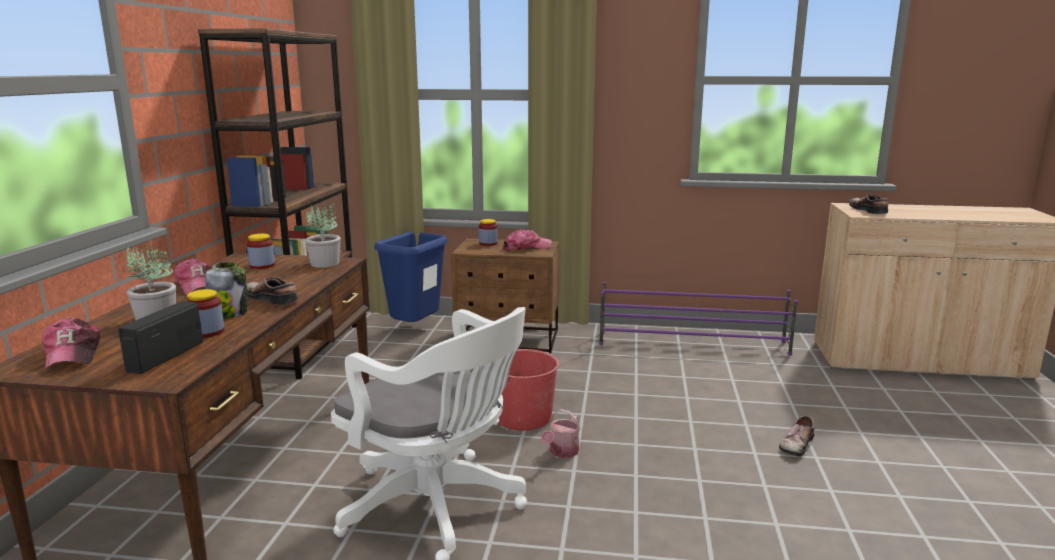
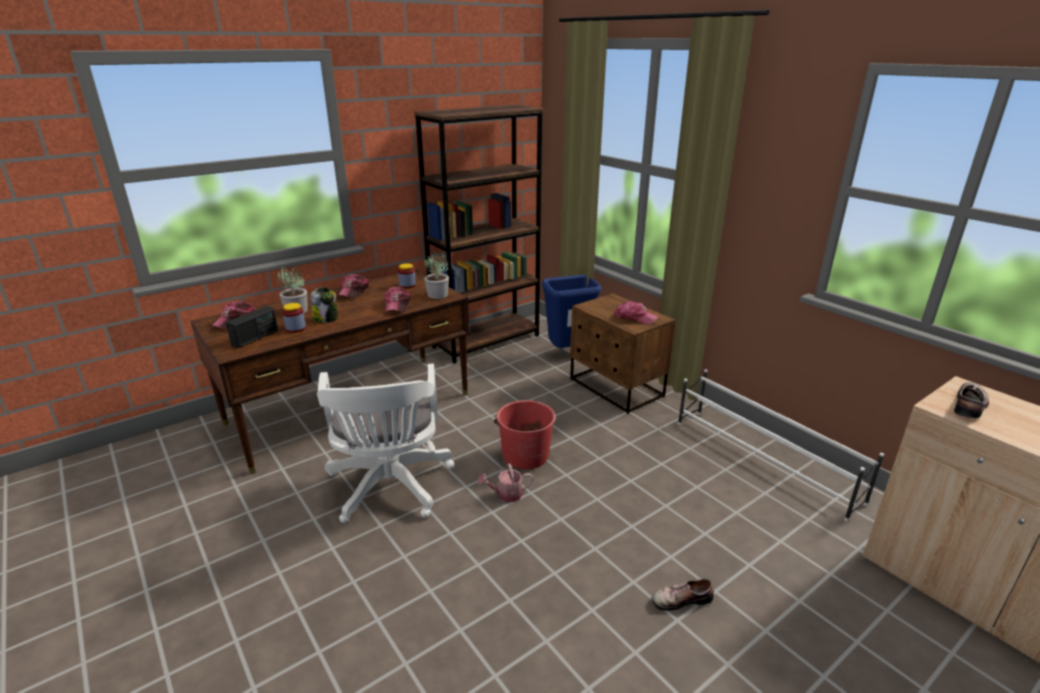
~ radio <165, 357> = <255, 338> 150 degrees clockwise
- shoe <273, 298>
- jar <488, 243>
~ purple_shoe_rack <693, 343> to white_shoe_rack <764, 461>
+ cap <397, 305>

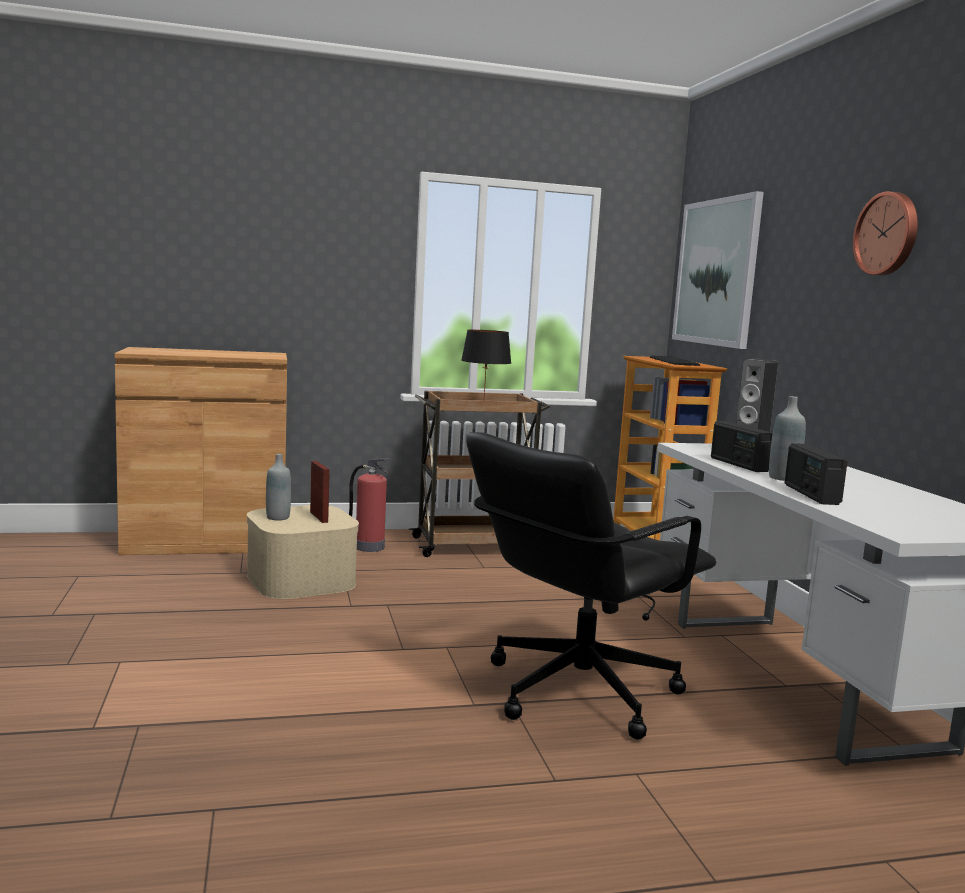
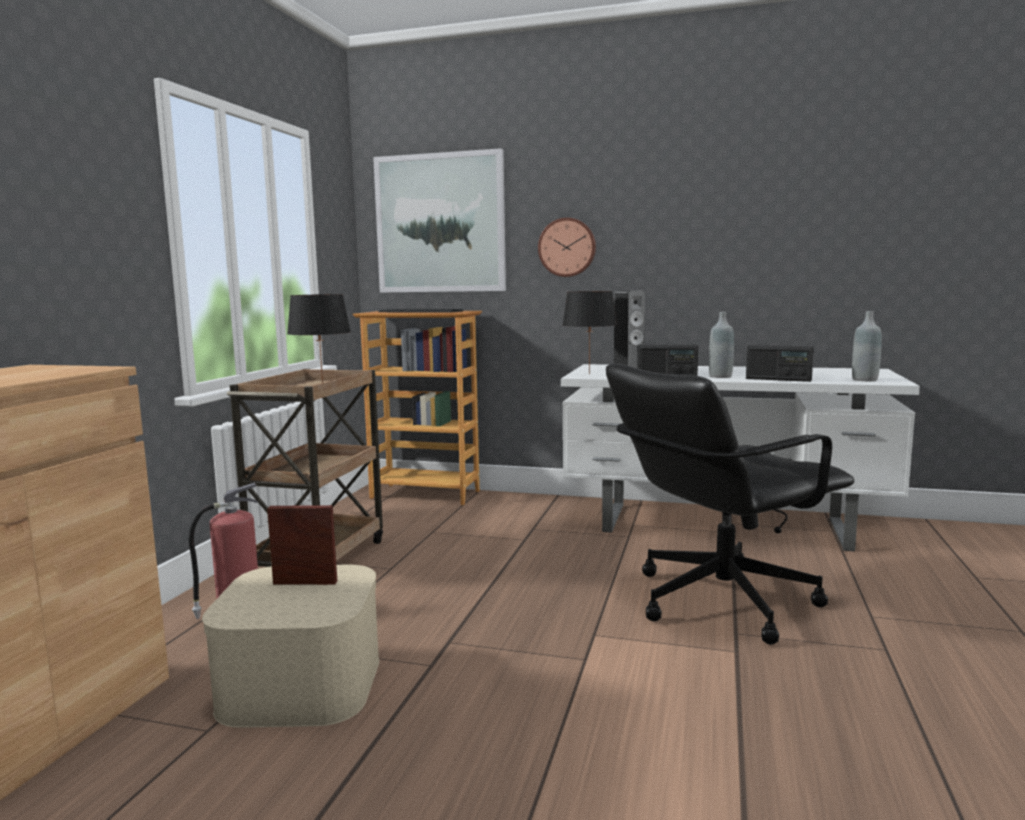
~ grey_bottle <278, 517> to <864, 380>
~ black_office_chair <577, 691> = <720, 600> 75 degrees clockwise
~ wall_clock <888, 234> to <567, 247>
+ black_table_lamp <589, 374>

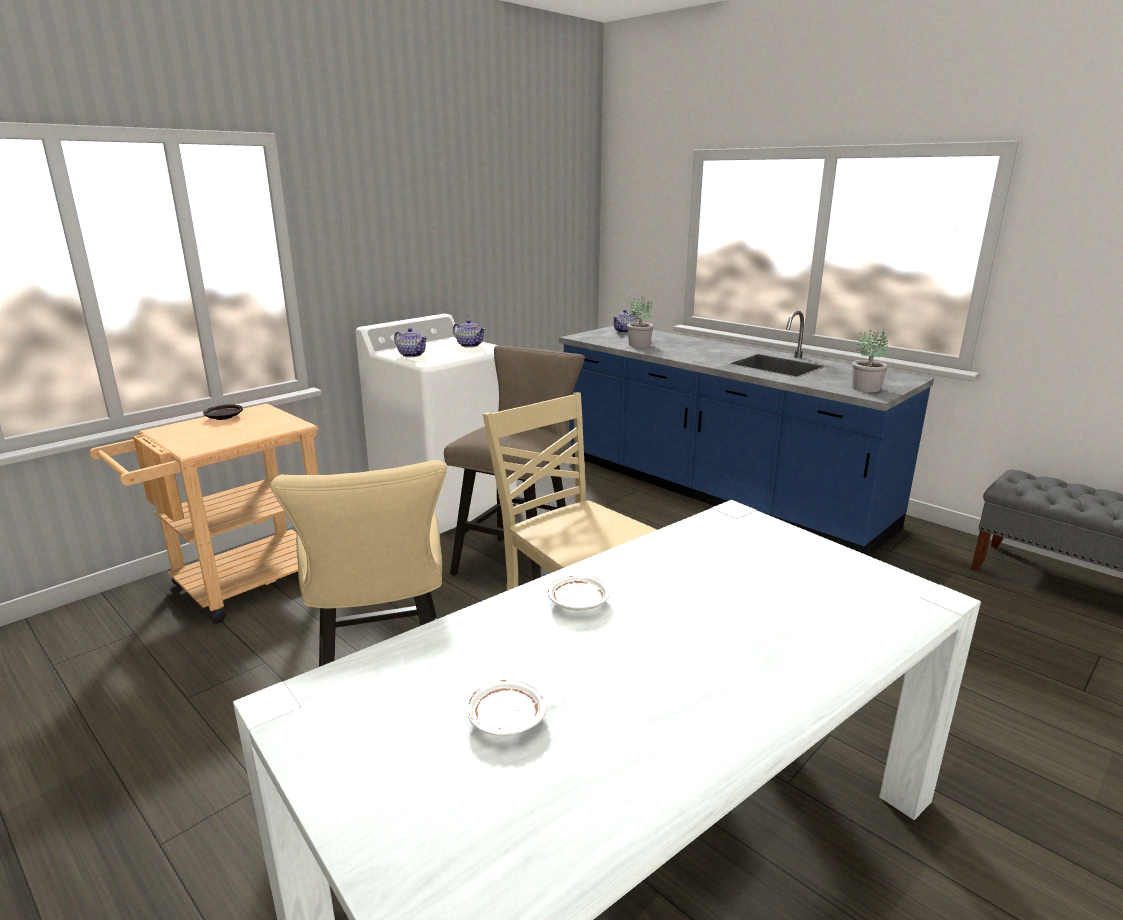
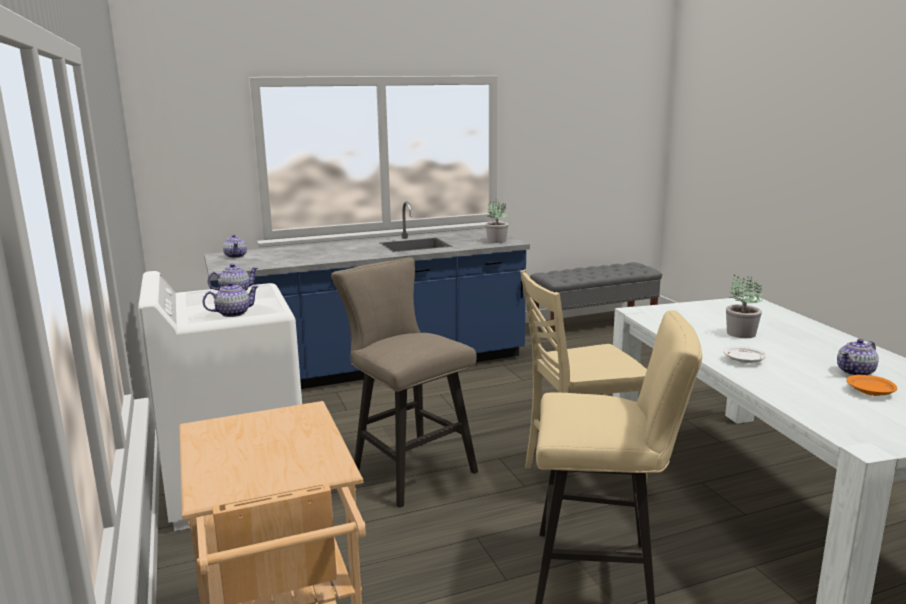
- black_plate <224, 417>
~ white_plate <505, 719> to orange_plate <870, 392>
~ potted_plant <639, 344> to <740, 333>
+ teapot <856, 372>

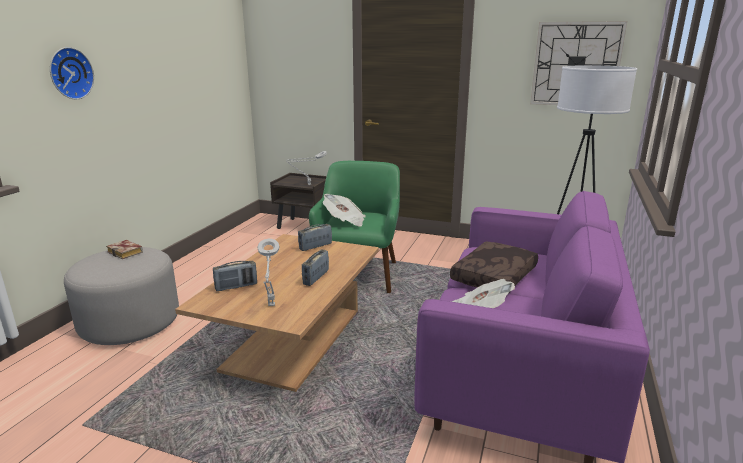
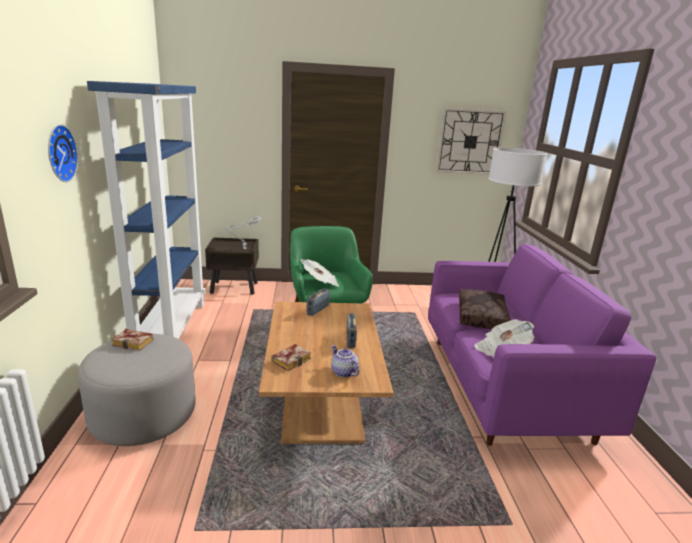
~ radio <236, 286> to book <291, 359>
~ grey_table_lamp <271, 306> to teapot <343, 372>
+ blue_bookcase <170, 328>

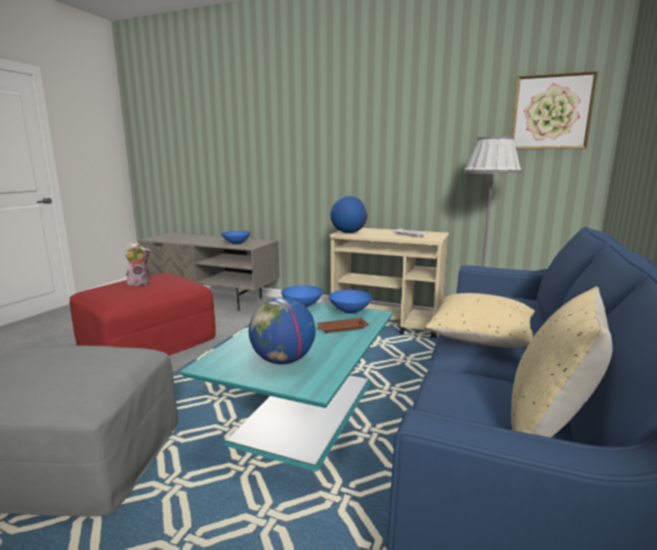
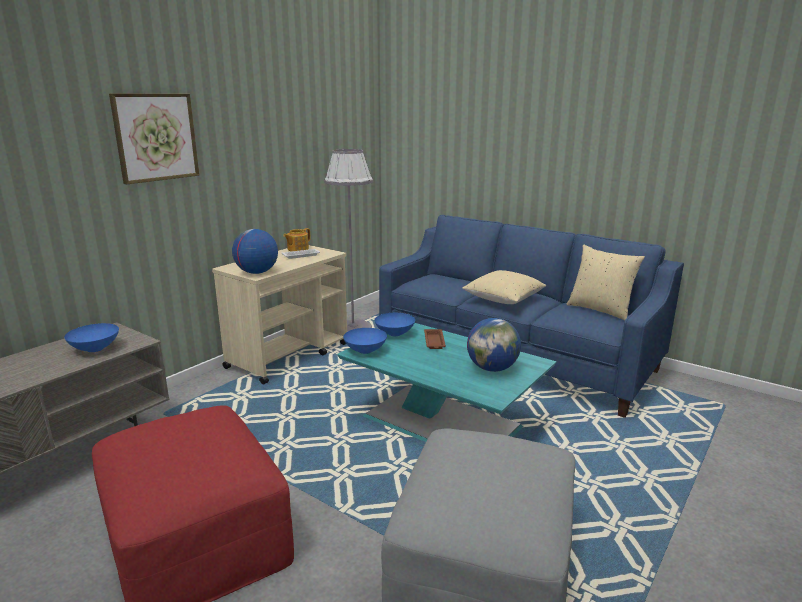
- plush_toy <139, 283>
~ picture <551, 112> to <156, 137>
+ teapot <297, 249>

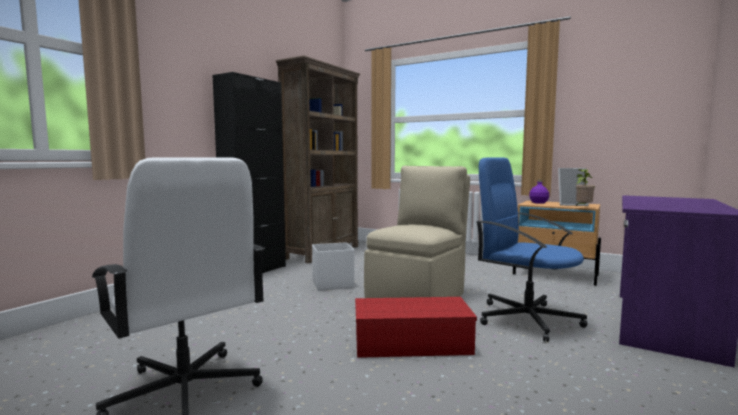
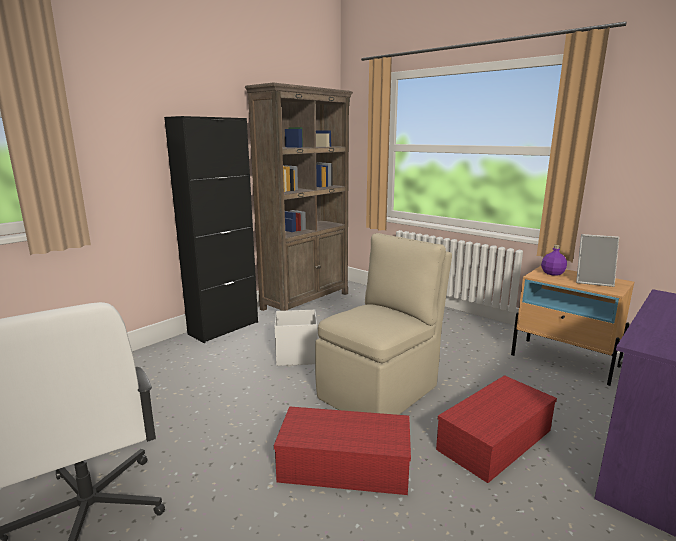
~ blue_office_chair <526, 318> to red_storage_box <494, 438>
- potted_plant <583, 207>

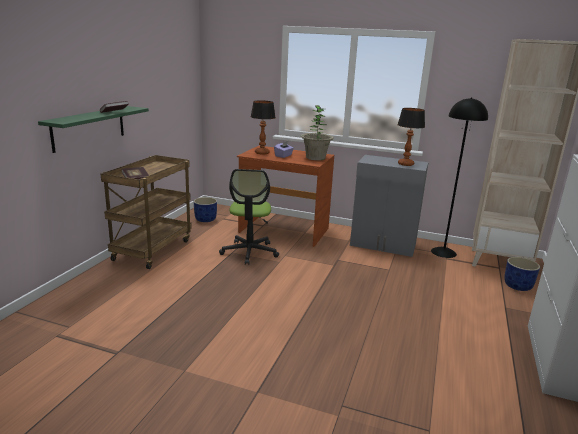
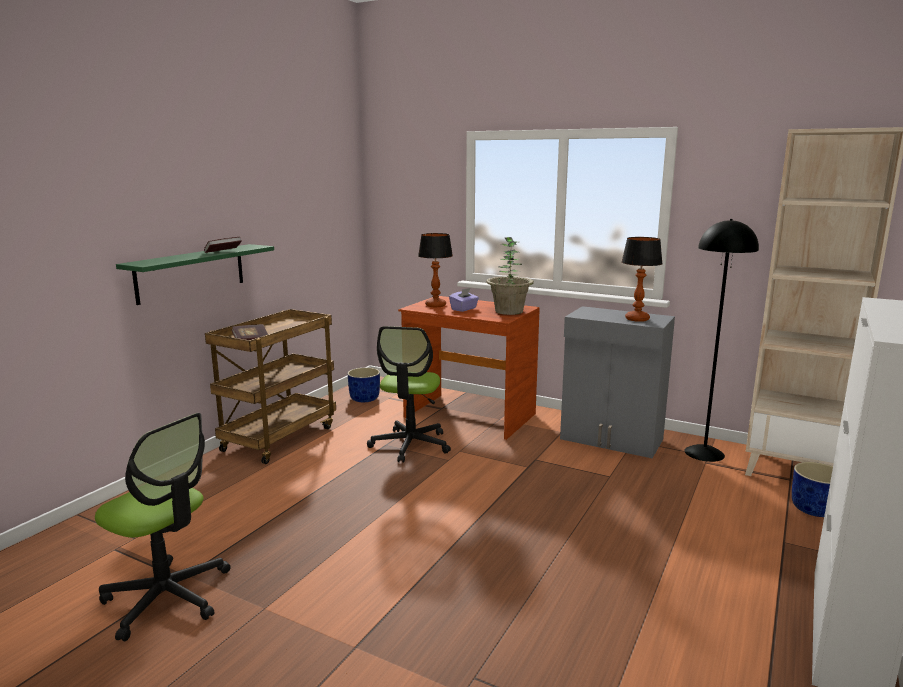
+ office_chair <167, 597>

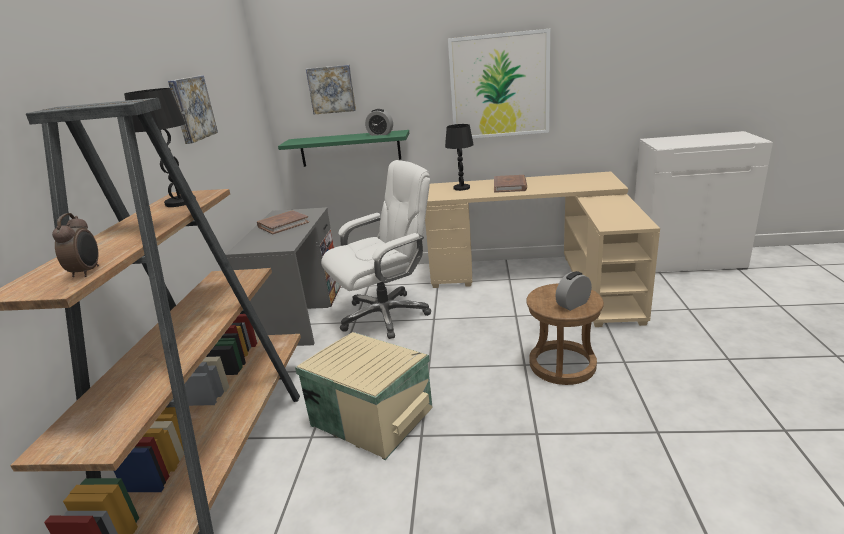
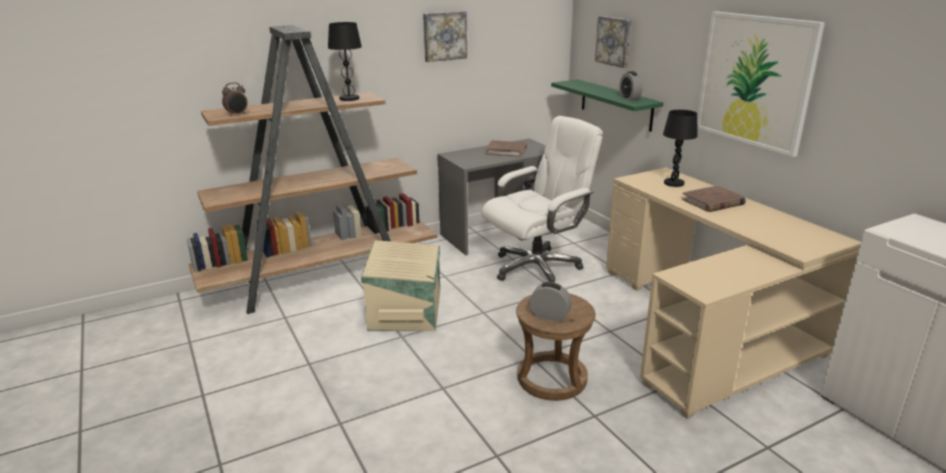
~ white_office_chair <385, 315> = <537, 267> 60 degrees counterclockwise

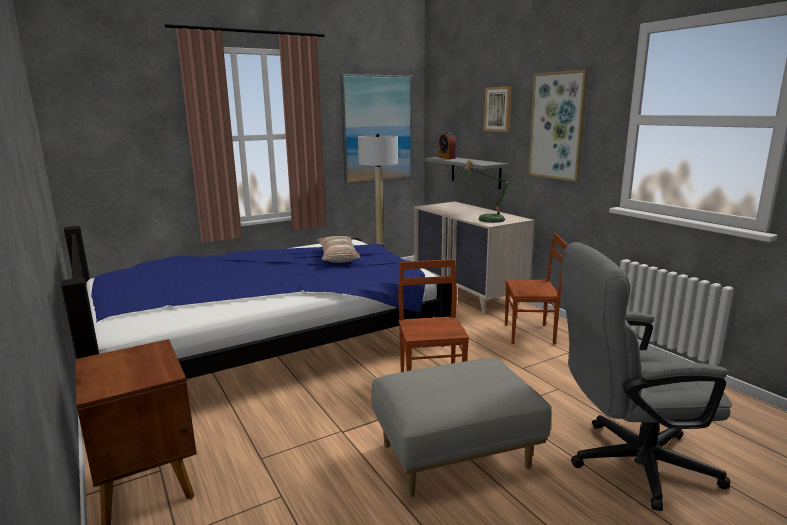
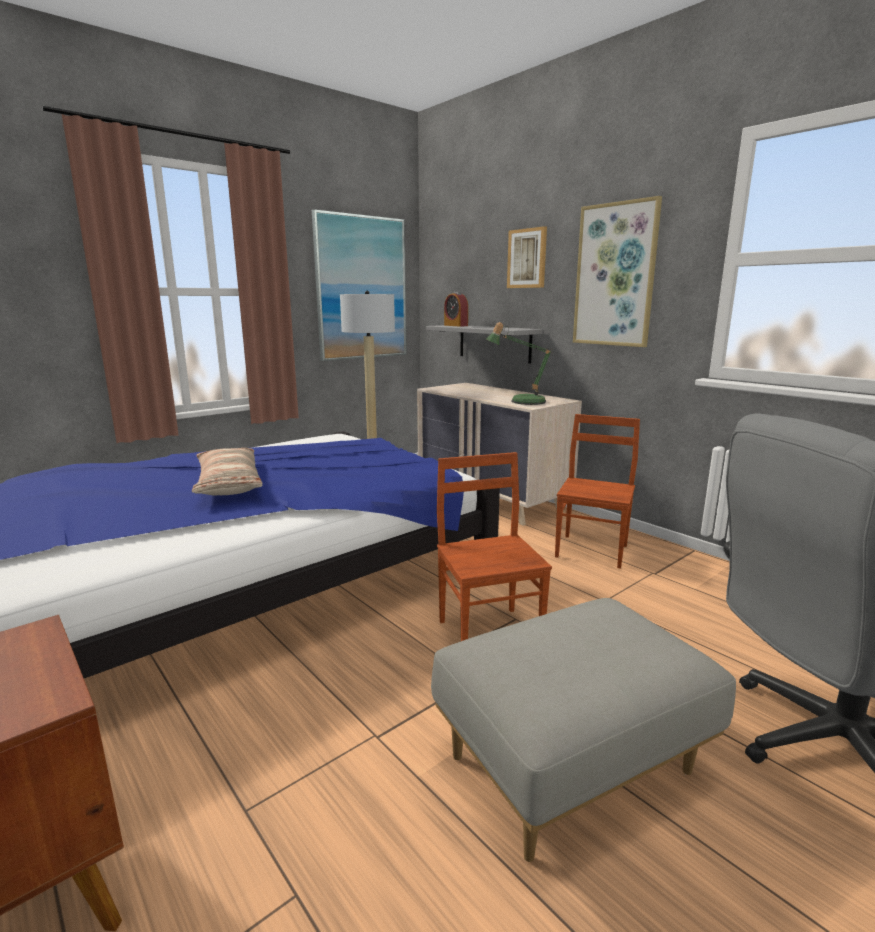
~ pillow <338, 257> to <228, 484>
~ brown_chair <530, 334> = <593, 551> 60 degrees counterclockwise

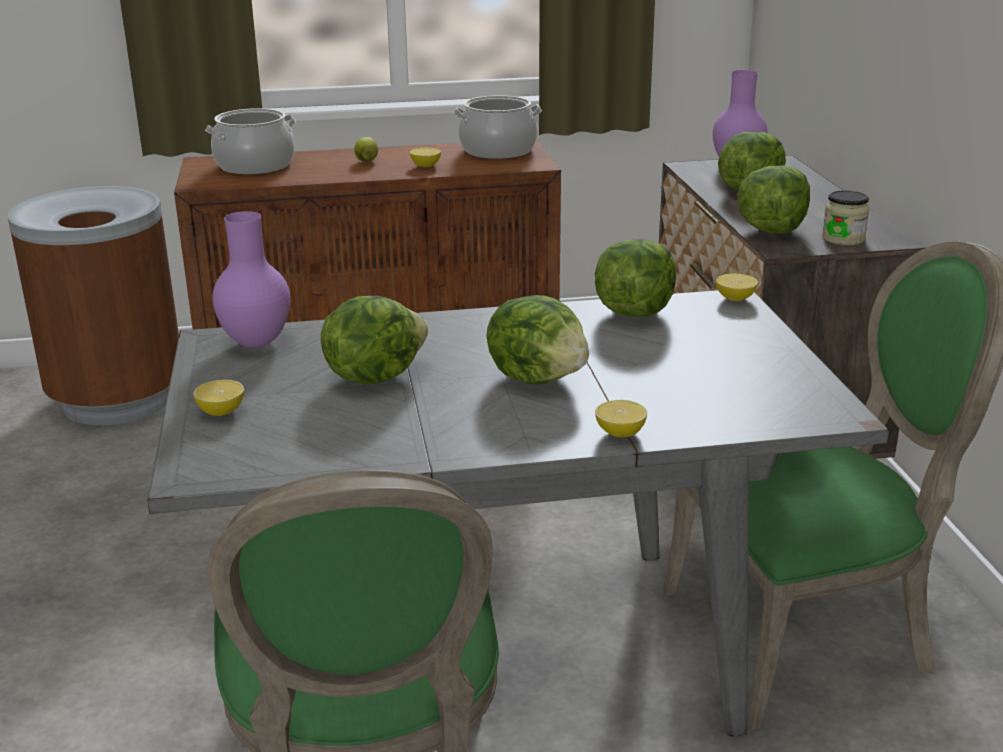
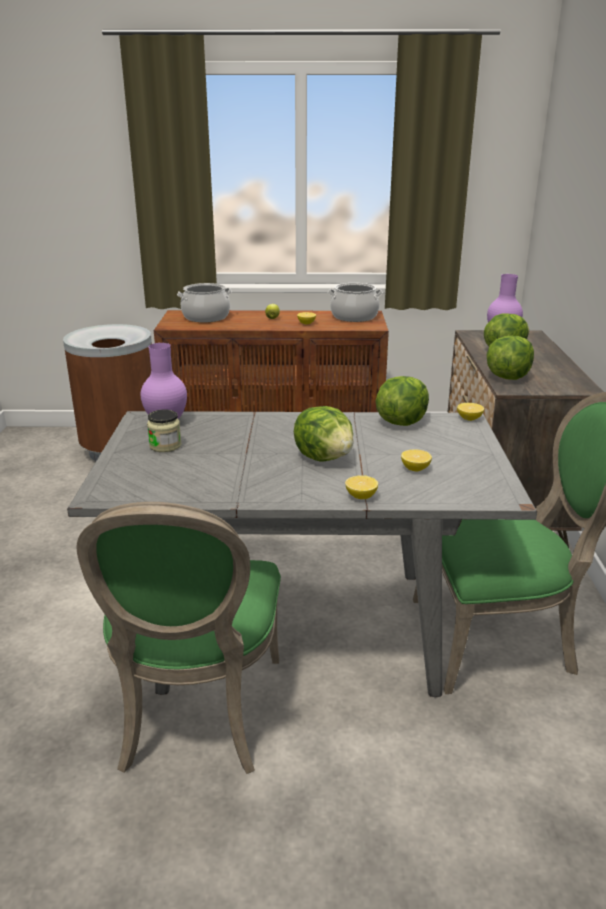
~ lemon <221, 411> to <415, 469>
- lettuce <373, 375>
~ jar <843, 239> to <165, 446>

